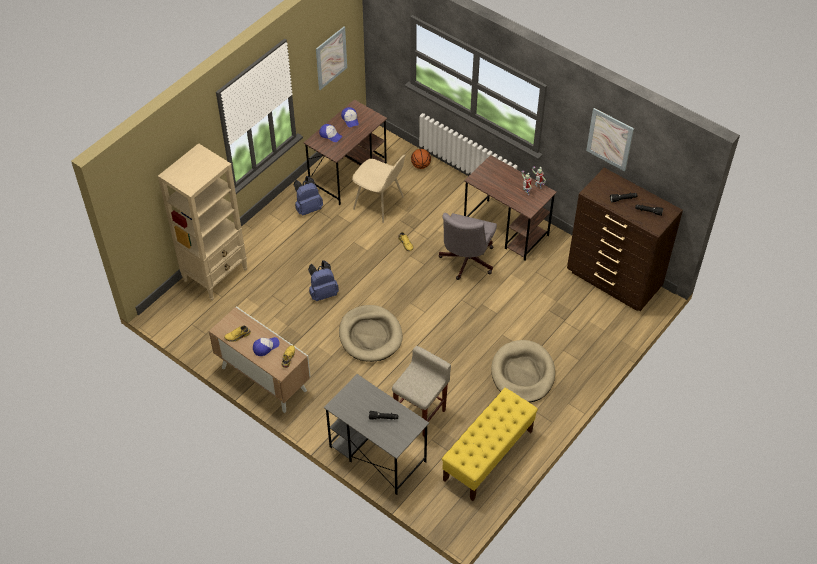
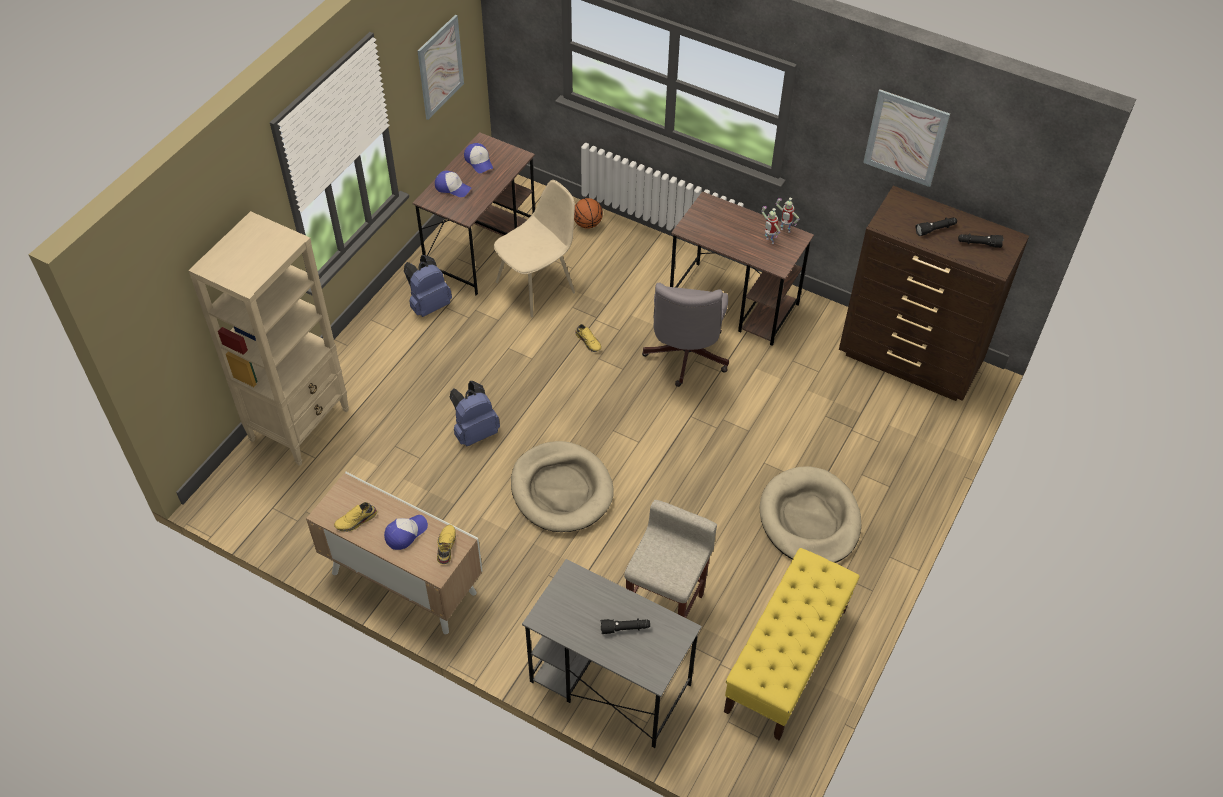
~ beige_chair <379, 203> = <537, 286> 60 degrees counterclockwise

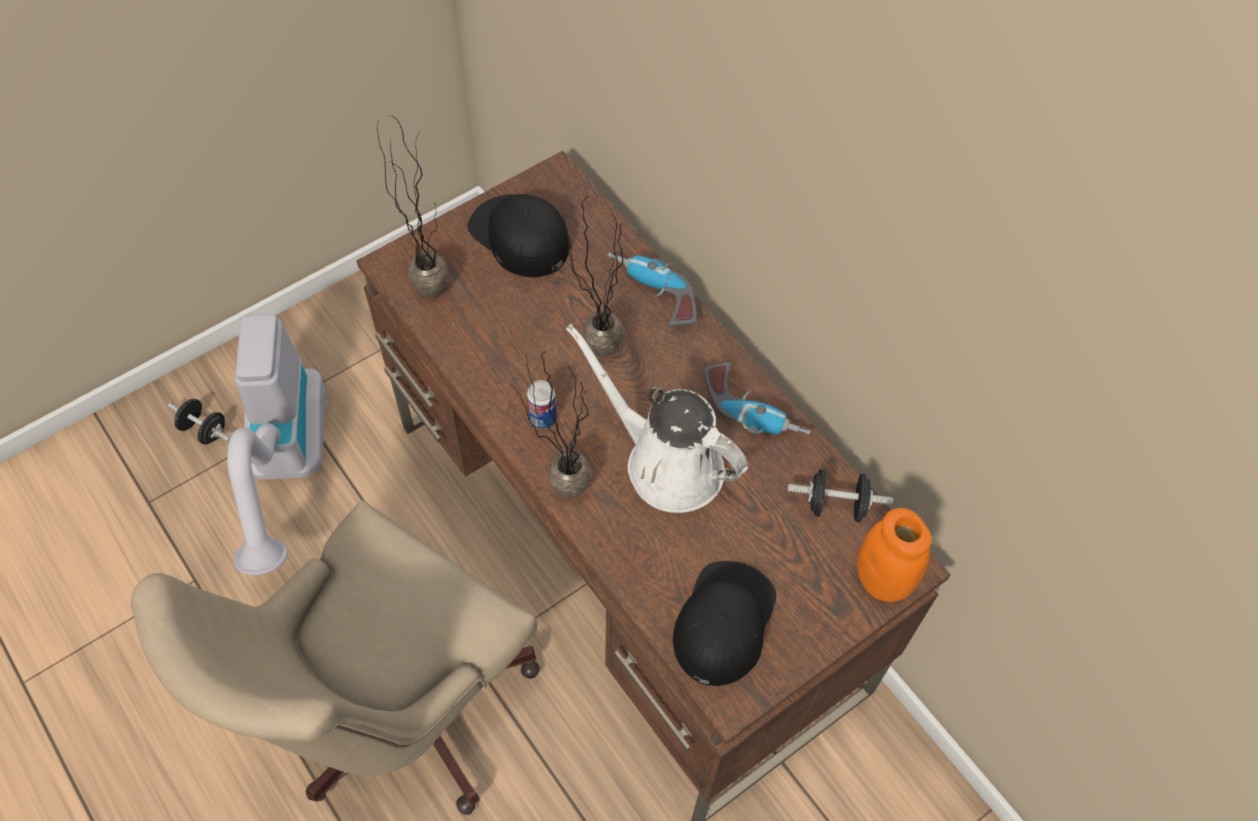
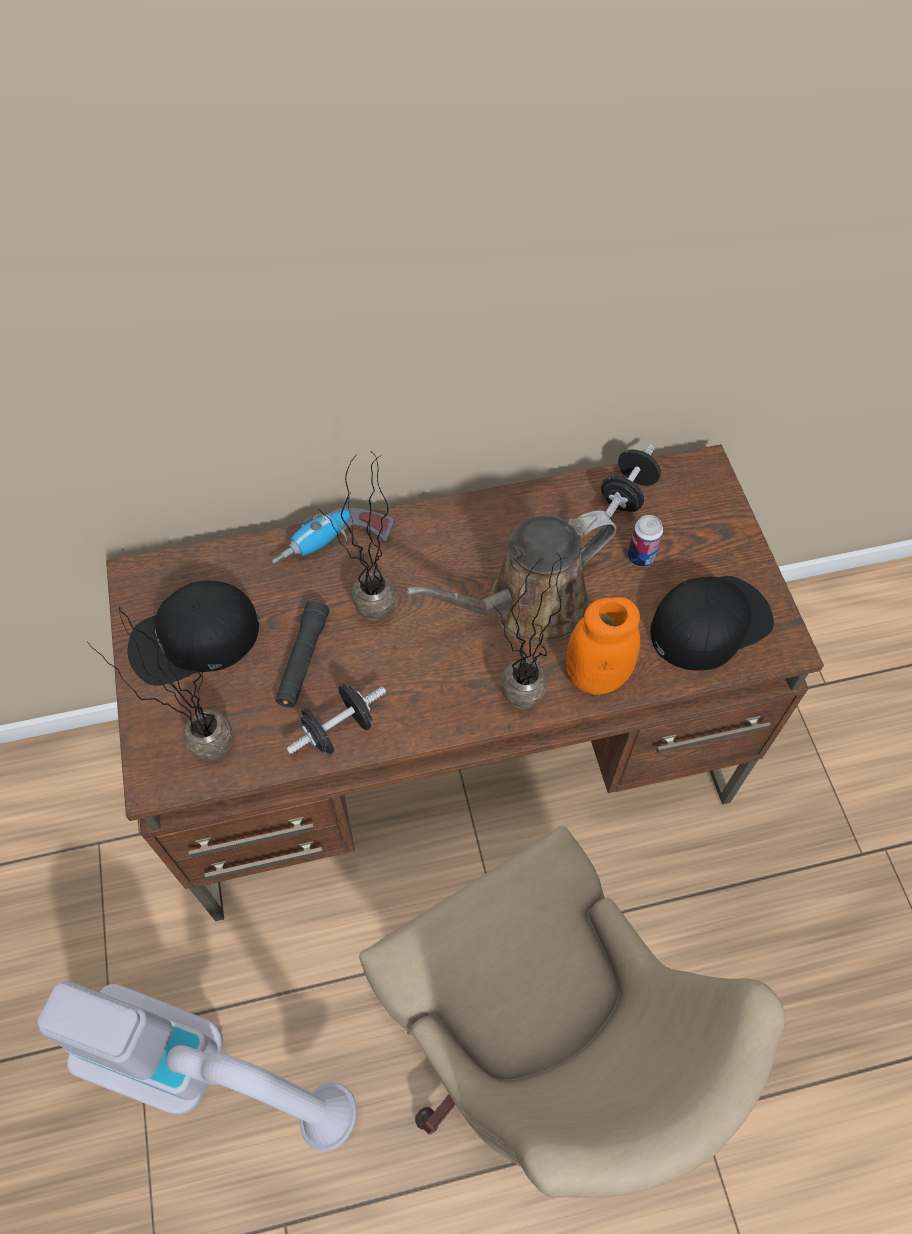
~ black_dumbbell <204, 430> to <338, 729>
~ can <542, 418> to <641, 557>
~ white_watering_can <666, 462> to brown_watering_can <528, 606>
~ black_cap <723, 622> = <710, 623> 105 degrees clockwise
- power_drill <754, 410>
~ orange_jar <882, 580> to <596, 675>
+ black_flashlight <303, 659>

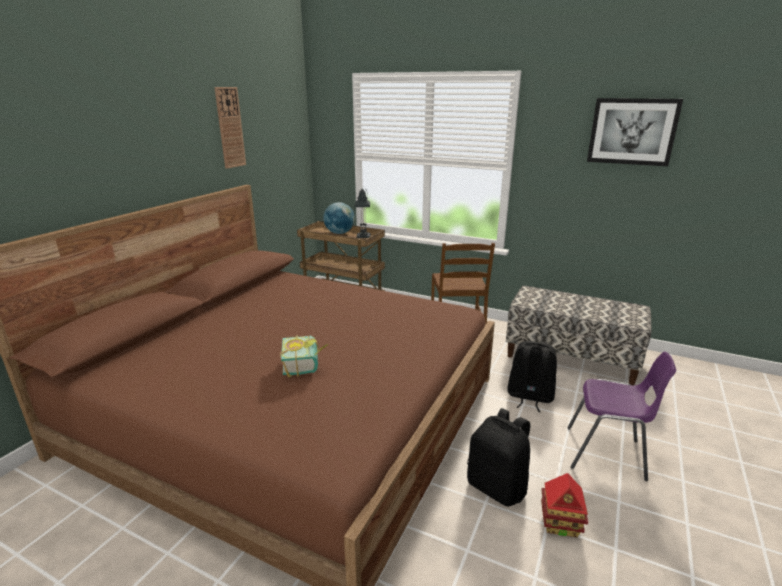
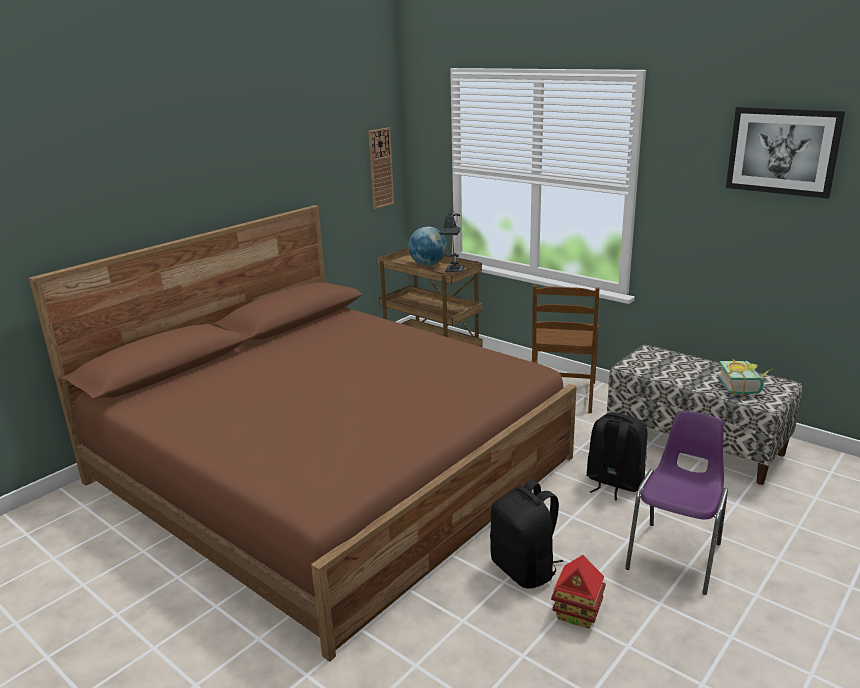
~ wall_clock <230, 128> to <380, 168>
~ book <306, 364> to <744, 387>
~ purple_chair <607, 454> = <676, 555> 90 degrees counterclockwise

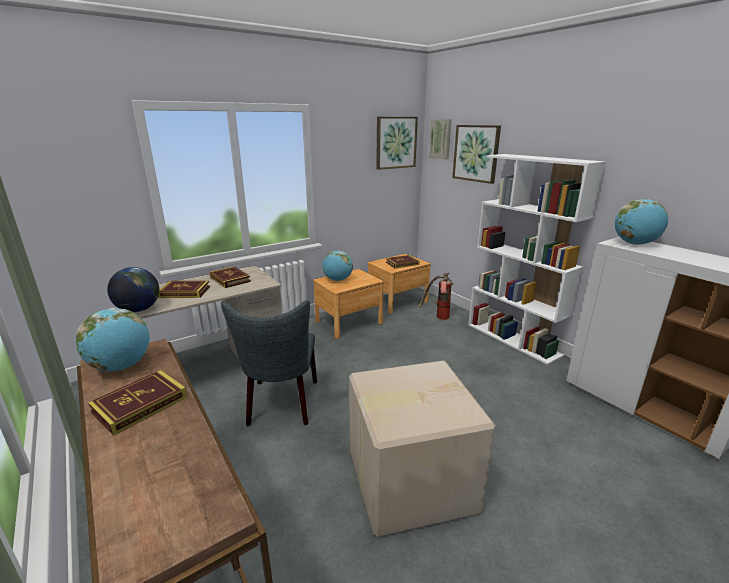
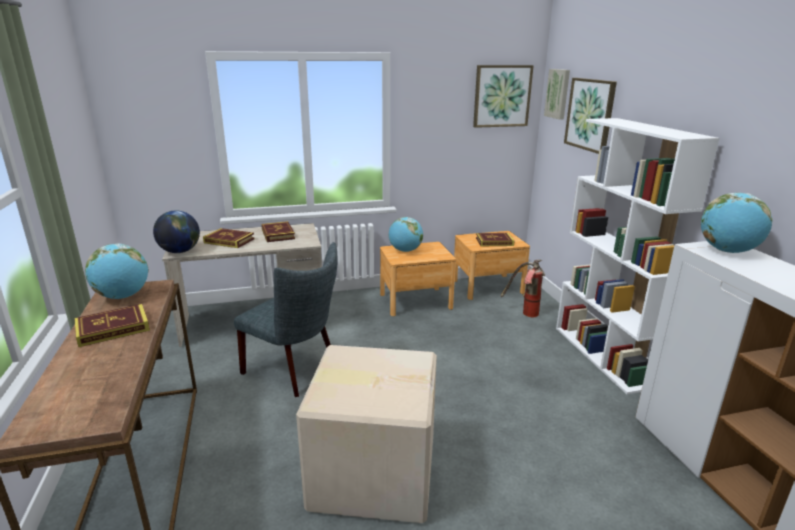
~ grey_chair <282, 405> = <295, 371> 75 degrees counterclockwise

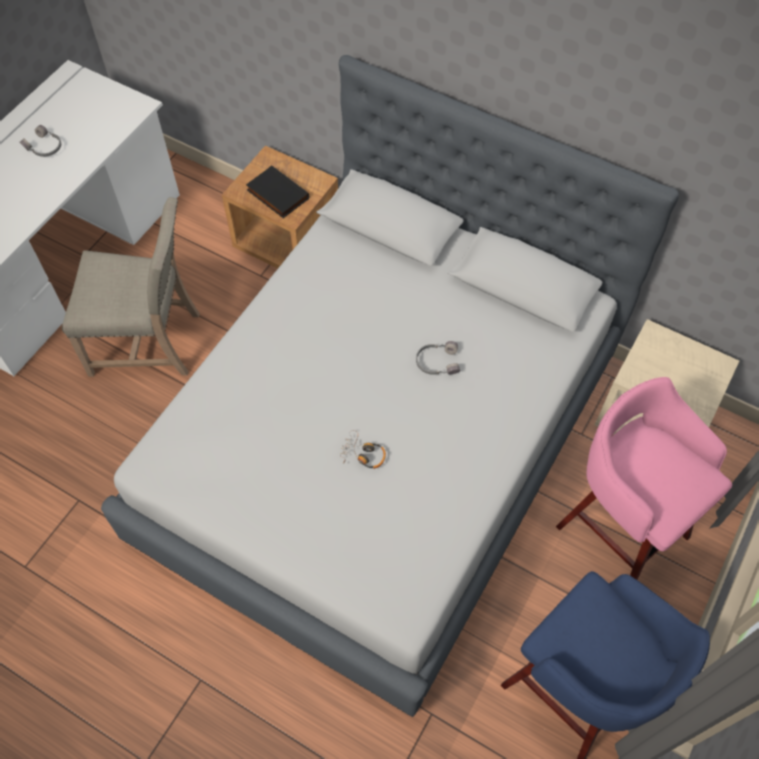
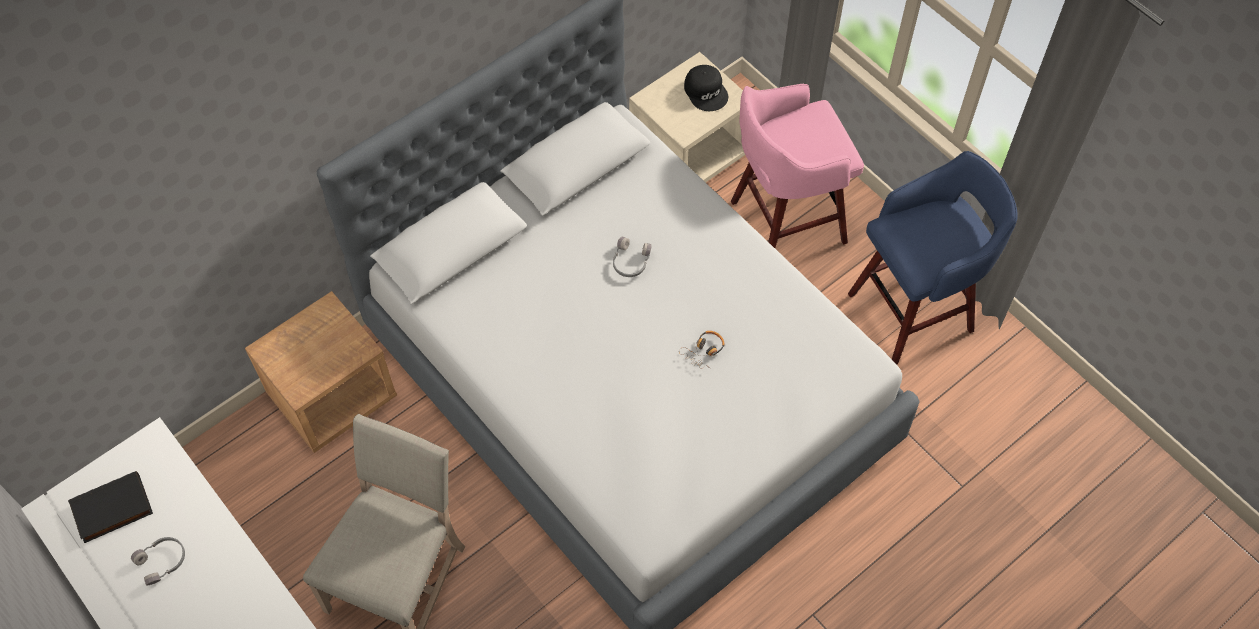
~ black_book <276, 195> to <112, 510>
+ black_cap <706, 91>

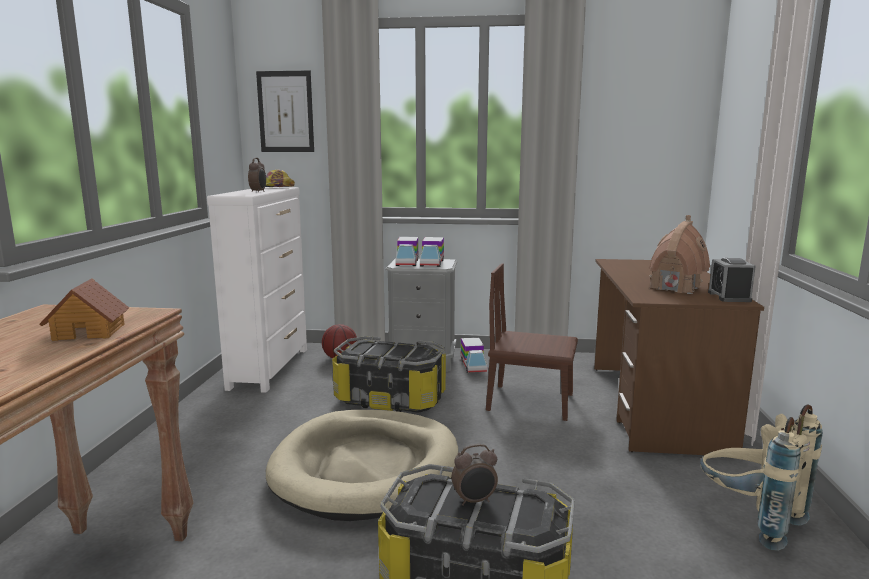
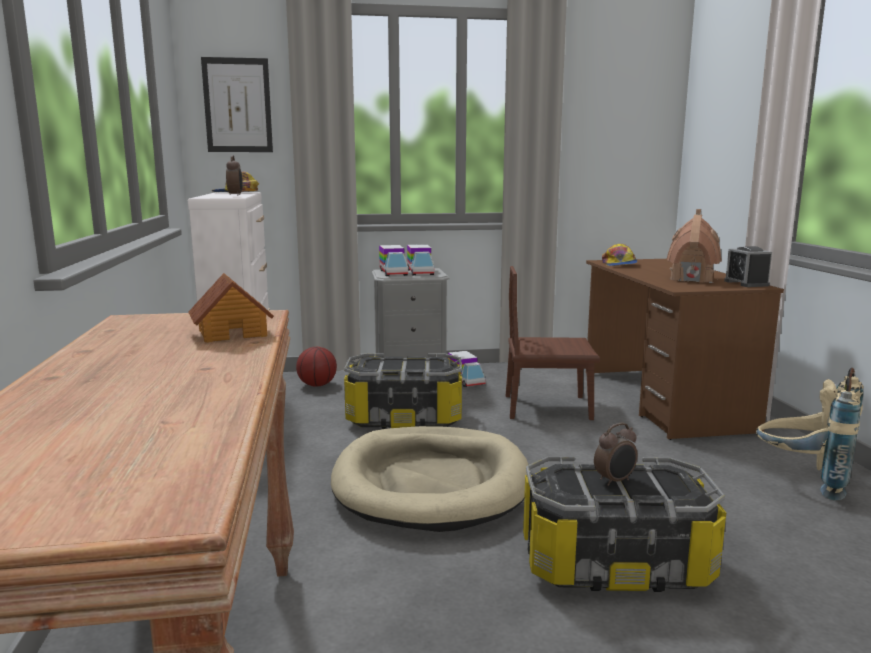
+ cap <619, 264>

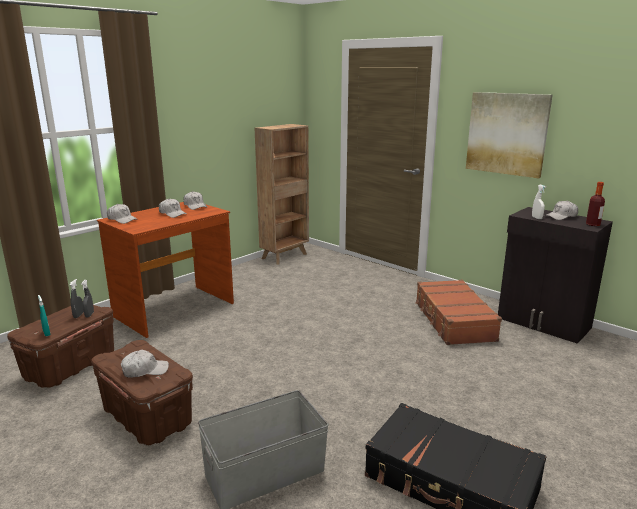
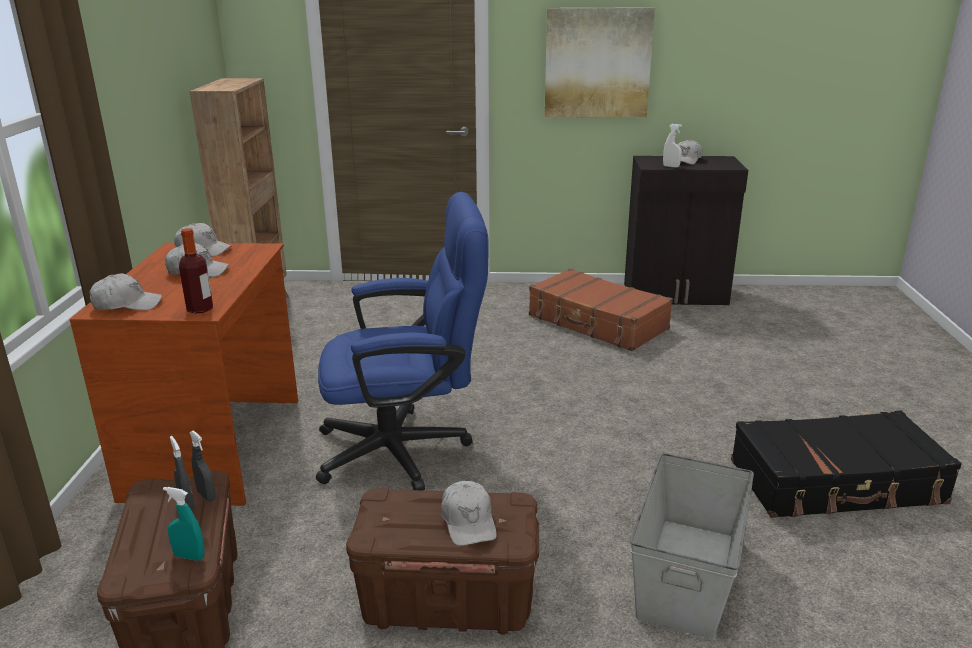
~ white_cap <145, 370> = <469, 521> 135 degrees clockwise
~ bottle <592, 224> to <200, 309>
+ blue_office_chair <407, 449>

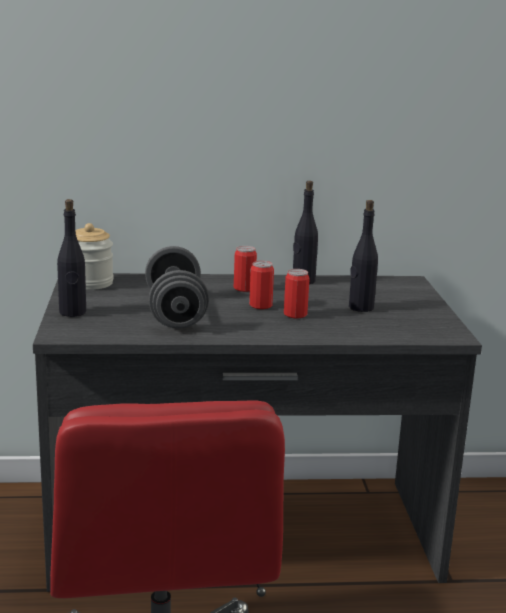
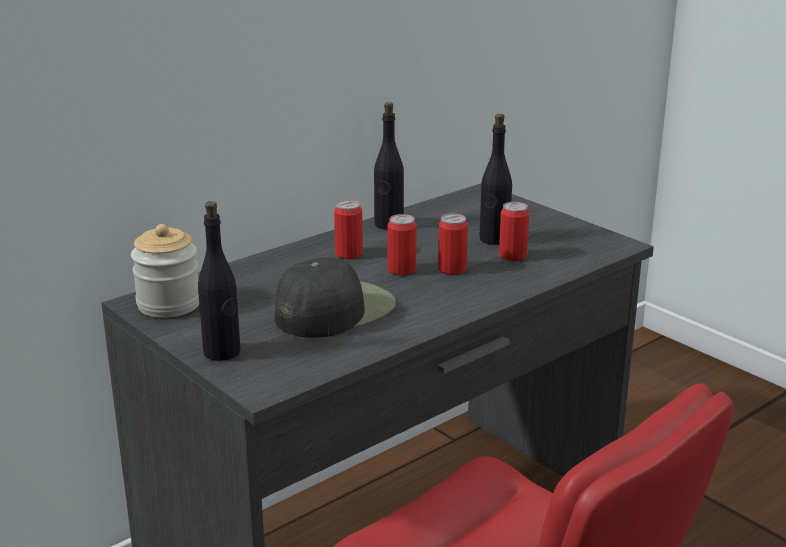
~ grey_dumbbell <175, 312> to black_cap <334, 310>
+ can <512, 256>

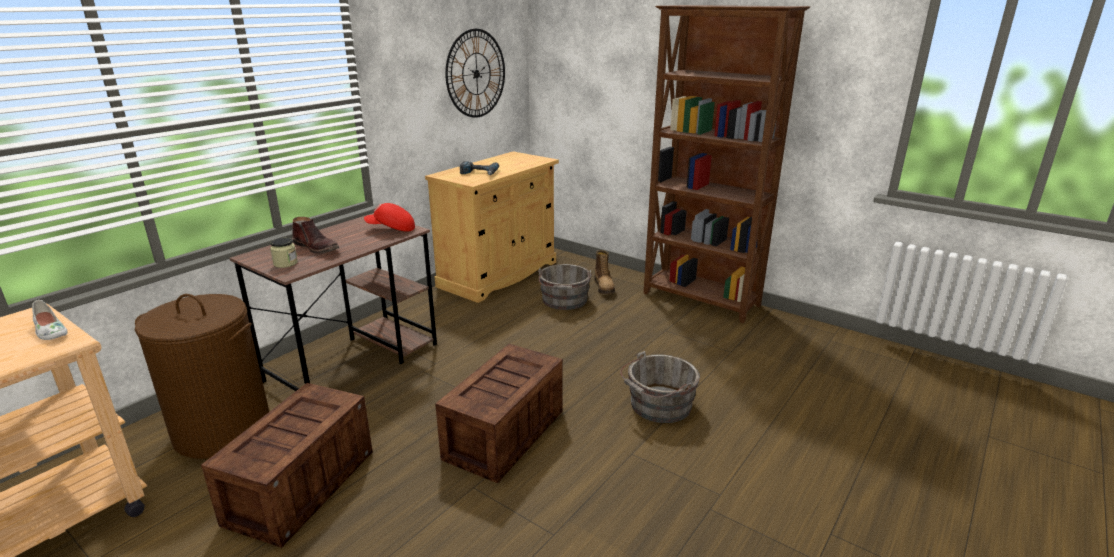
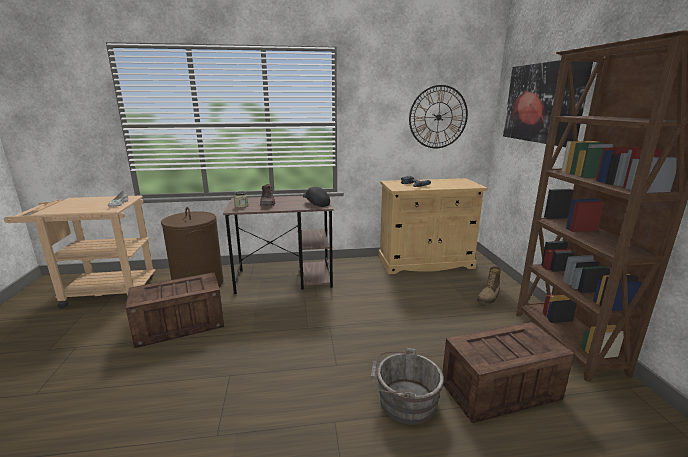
~ red_cap <391, 229> to black_cap <315, 204>
~ crate <504, 435> to <499, 391>
- grey_bucket <564, 301>
+ picture <542, 103>

